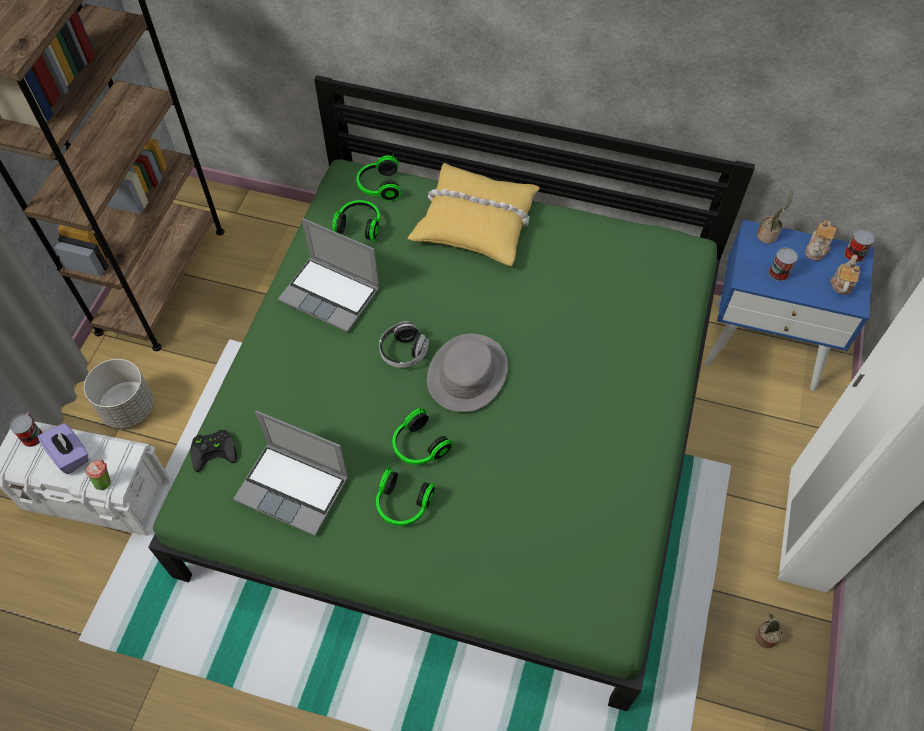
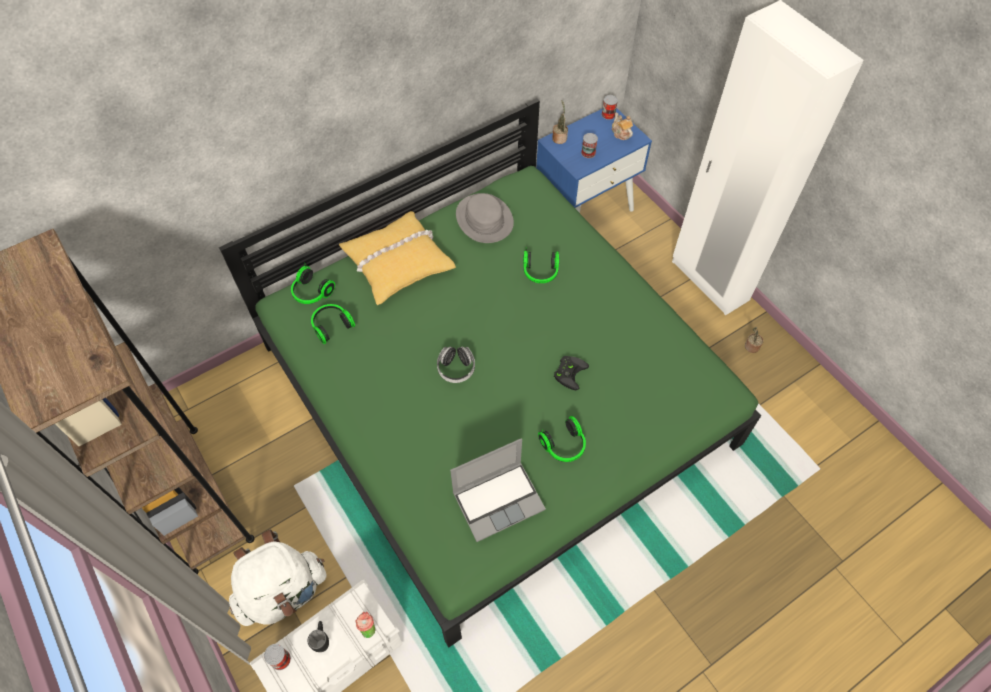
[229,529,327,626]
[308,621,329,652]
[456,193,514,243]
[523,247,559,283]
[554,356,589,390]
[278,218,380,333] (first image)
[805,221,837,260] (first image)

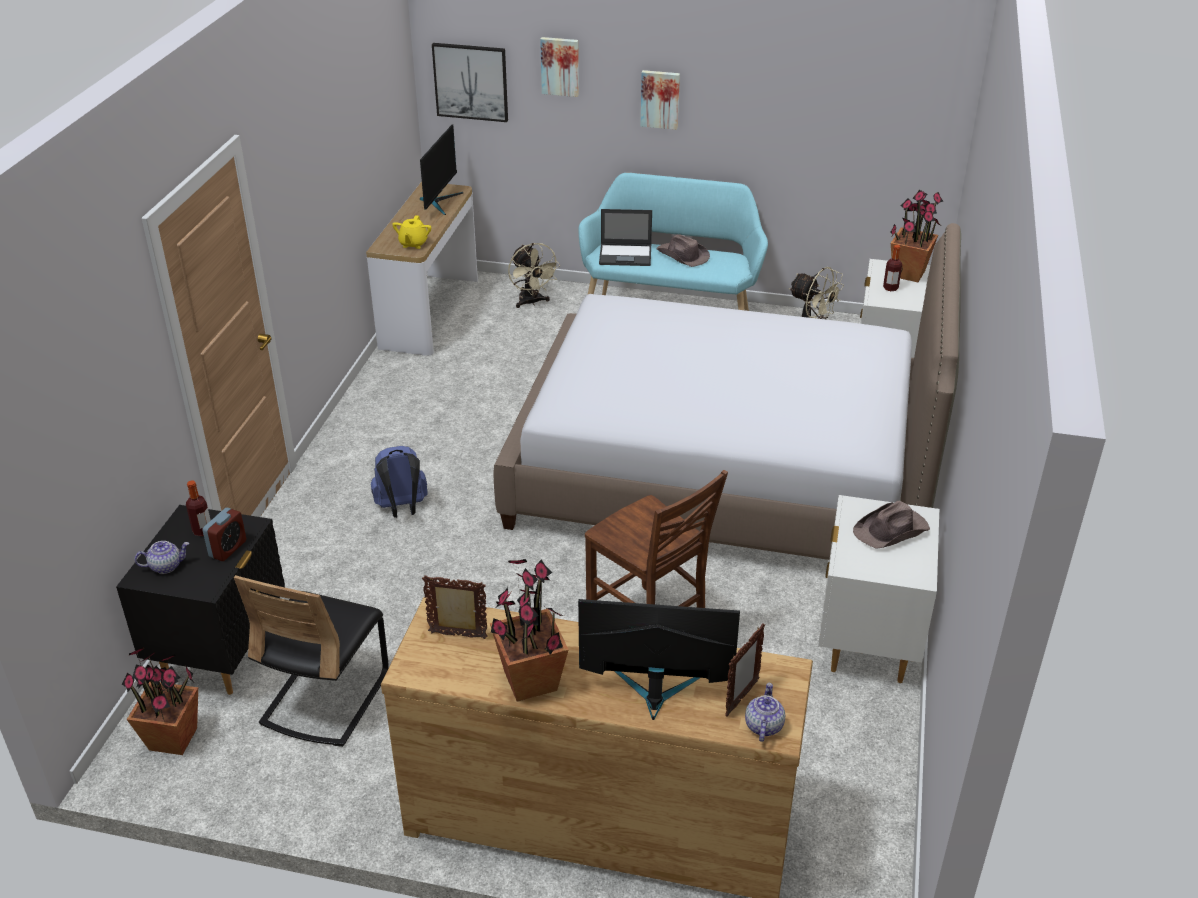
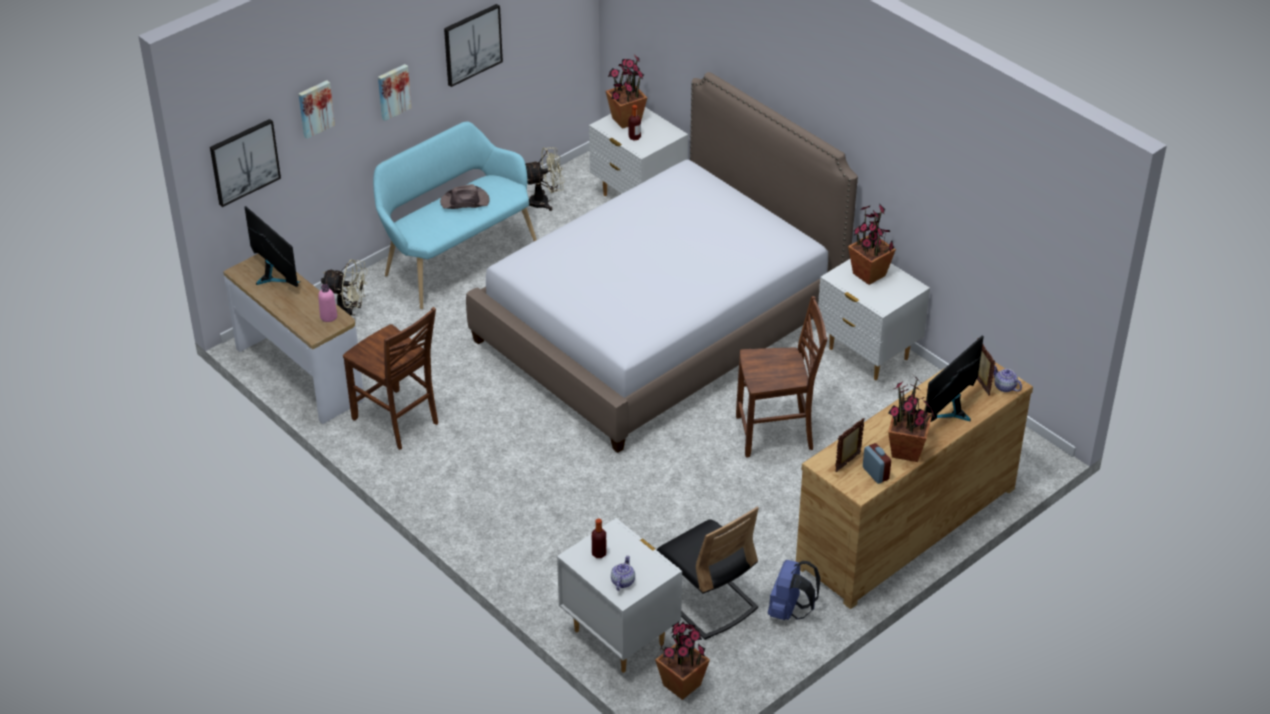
[318,284,337,322]
[343,307,438,450]
[444,4,503,87]
[557,518,682,673]
[768,560,821,620]
[848,204,896,285]
[863,443,891,484]
[599,209,652,266] (first image)

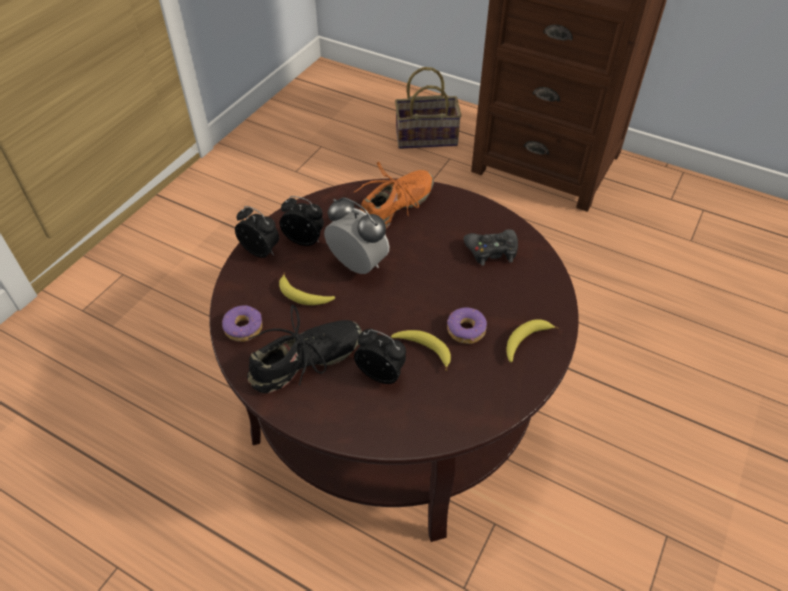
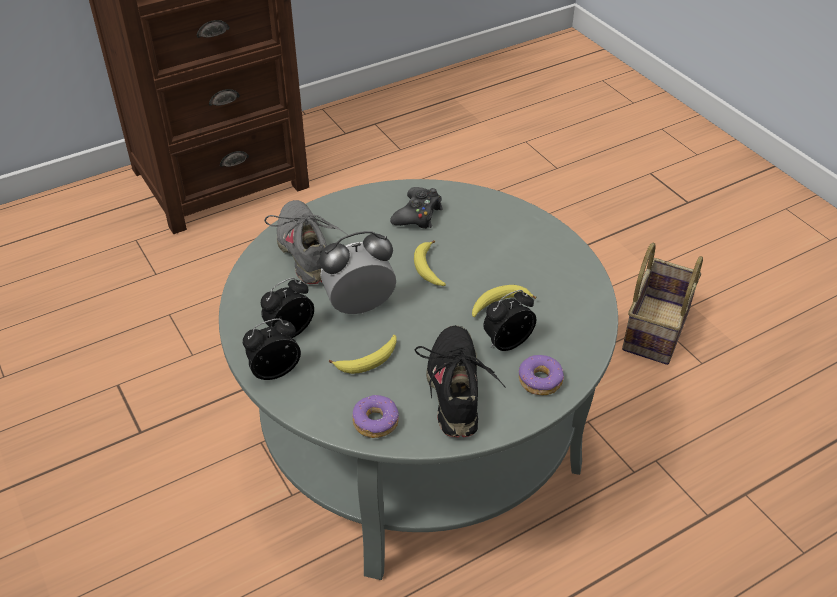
[219,179,618,580]
[264,200,348,284]
[414,240,446,286]
[519,355,564,395]
[622,243,703,365]

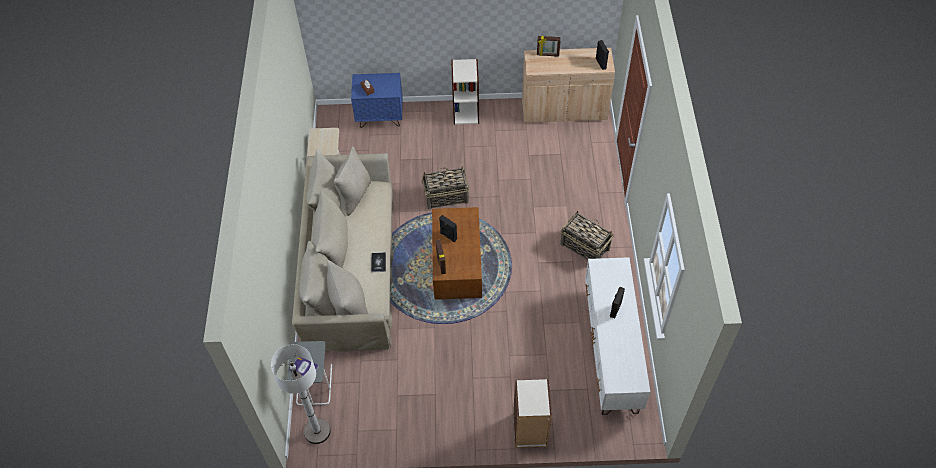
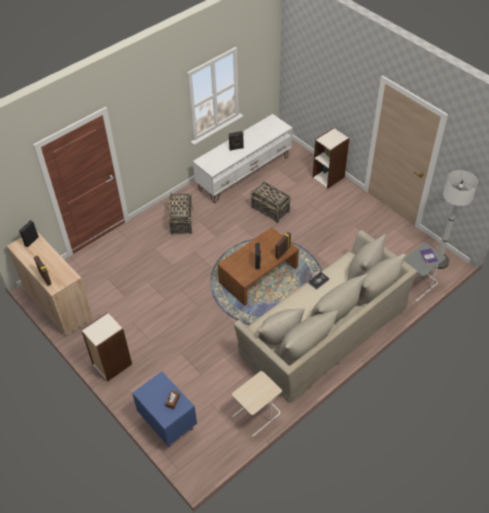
[250,182,291,223]

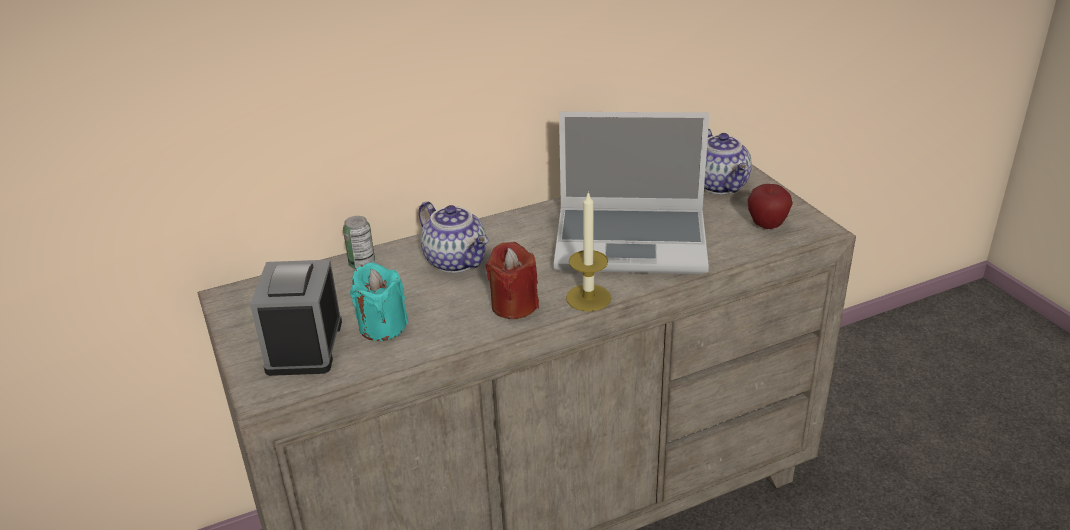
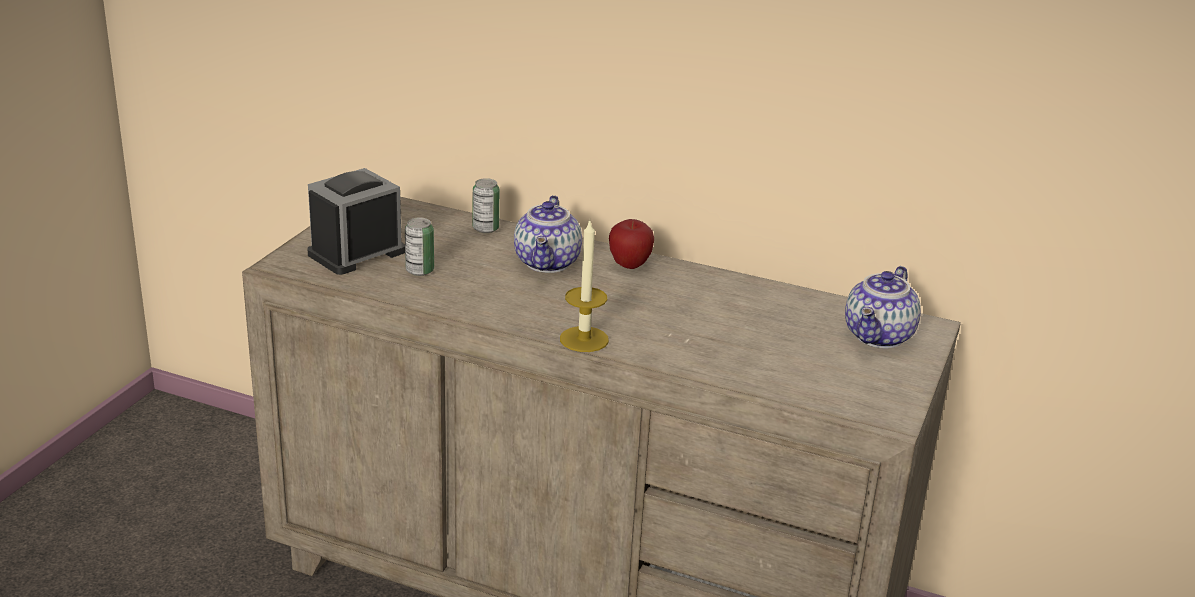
[405,217,434,276]
[609,219,654,269]
[486,242,539,319] (first image)
[554,112,709,274] (first image)

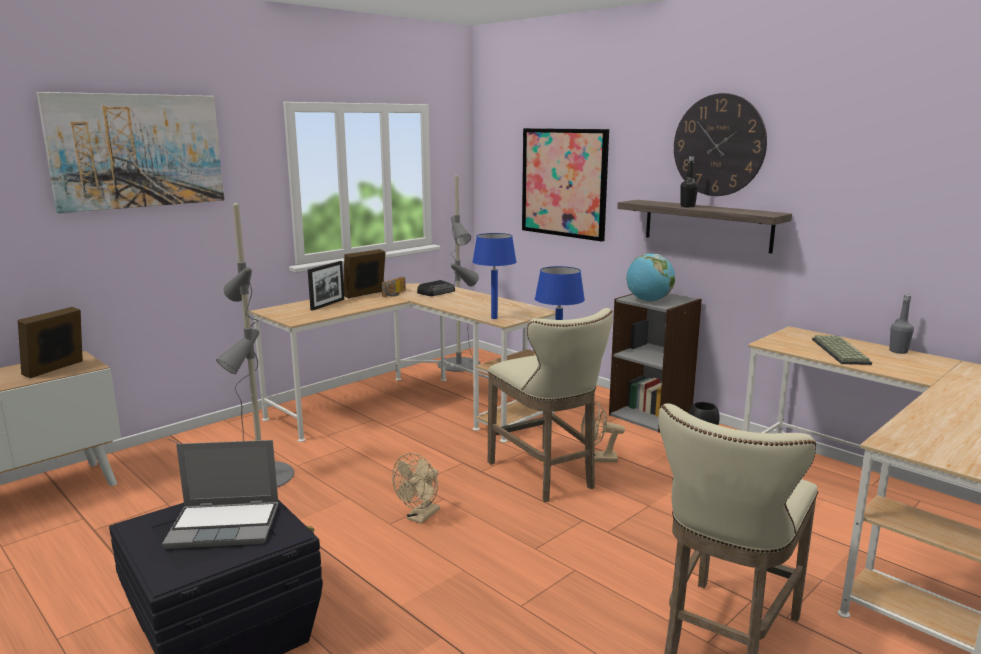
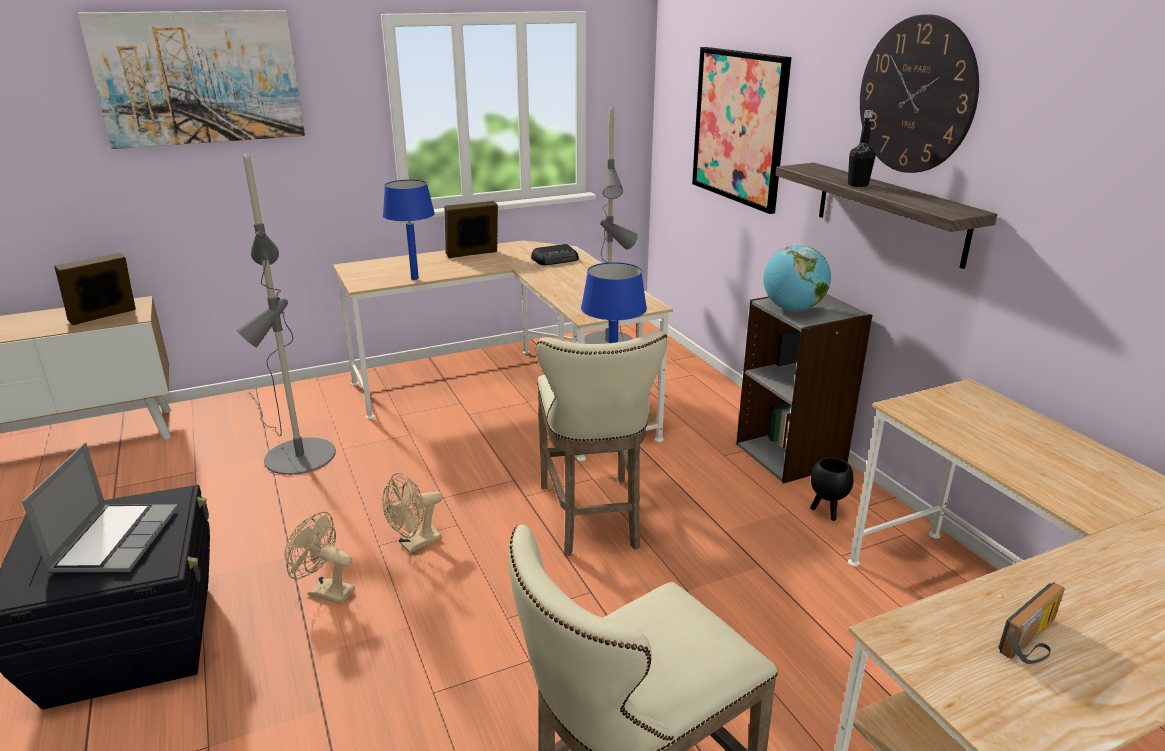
[22,442,178,572]
[284,511,355,604]
[383,180,435,280]
[998,582,1065,664]
[308,261,344,311] (first image)
[812,335,872,365] (first image)
[889,294,914,354] (first image)

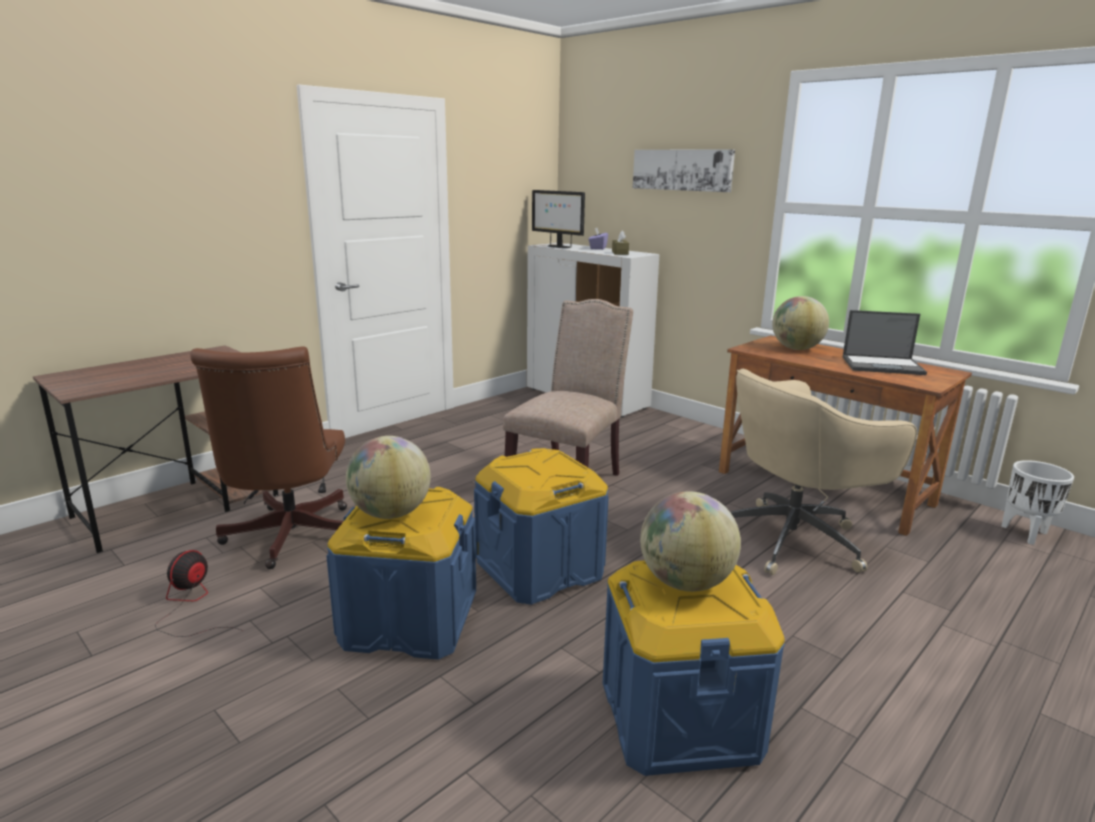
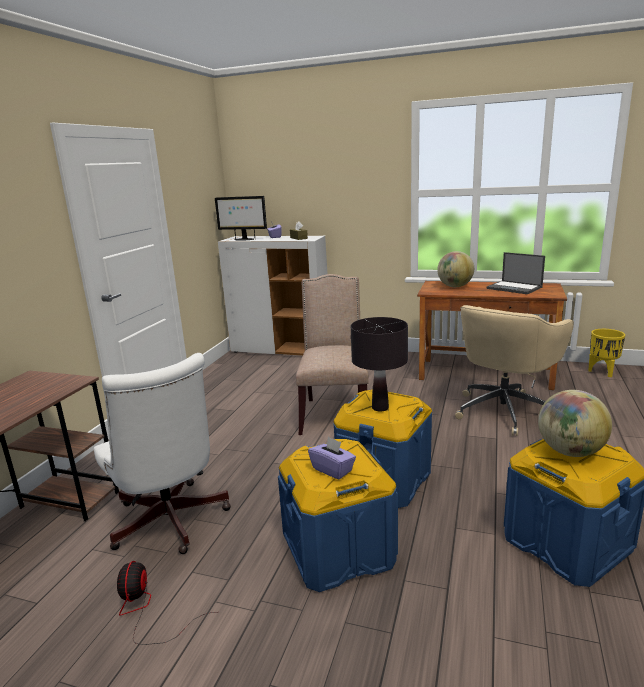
[94,353,231,554]
[308,437,356,480]
[351,317,408,412]
[486,252,545,294]
[588,329,625,377]
[633,149,735,192] (first image)

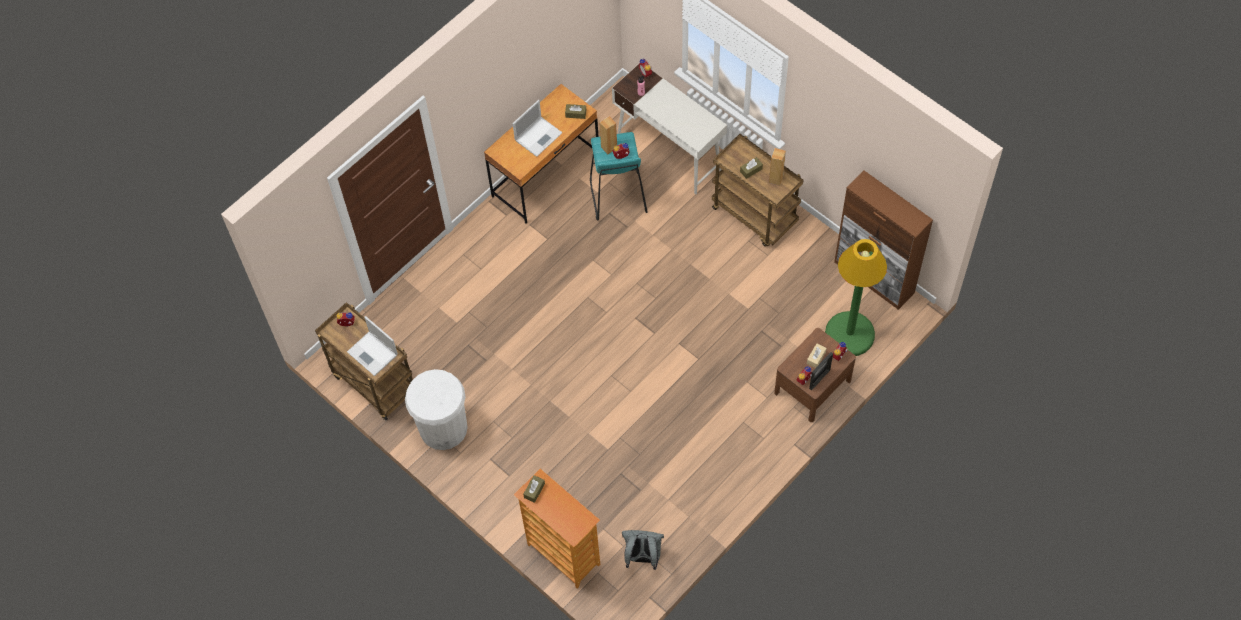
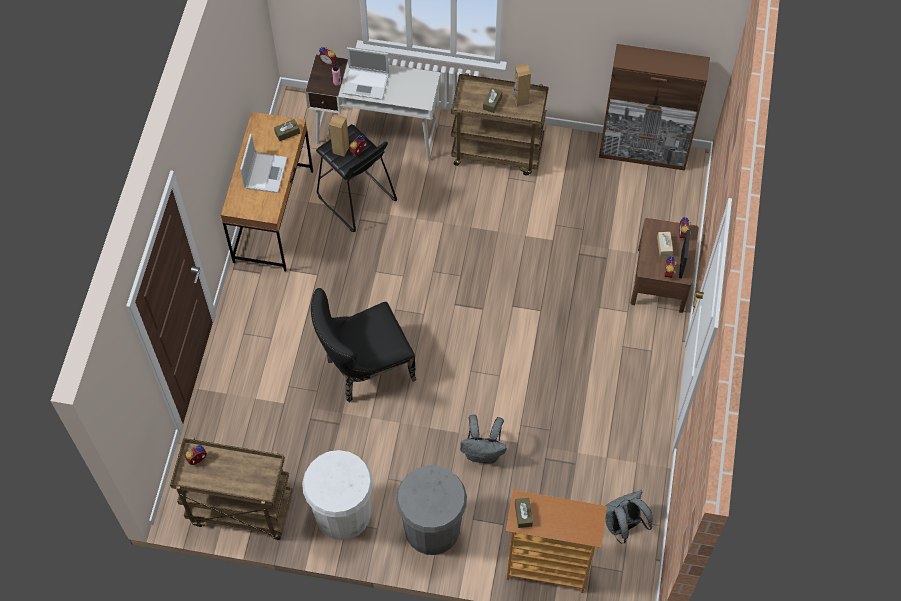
[311,288,416,402]
[316,124,397,232]
[342,47,389,100]
[396,465,467,555]
[460,415,507,464]
[825,239,887,356] (first image)

